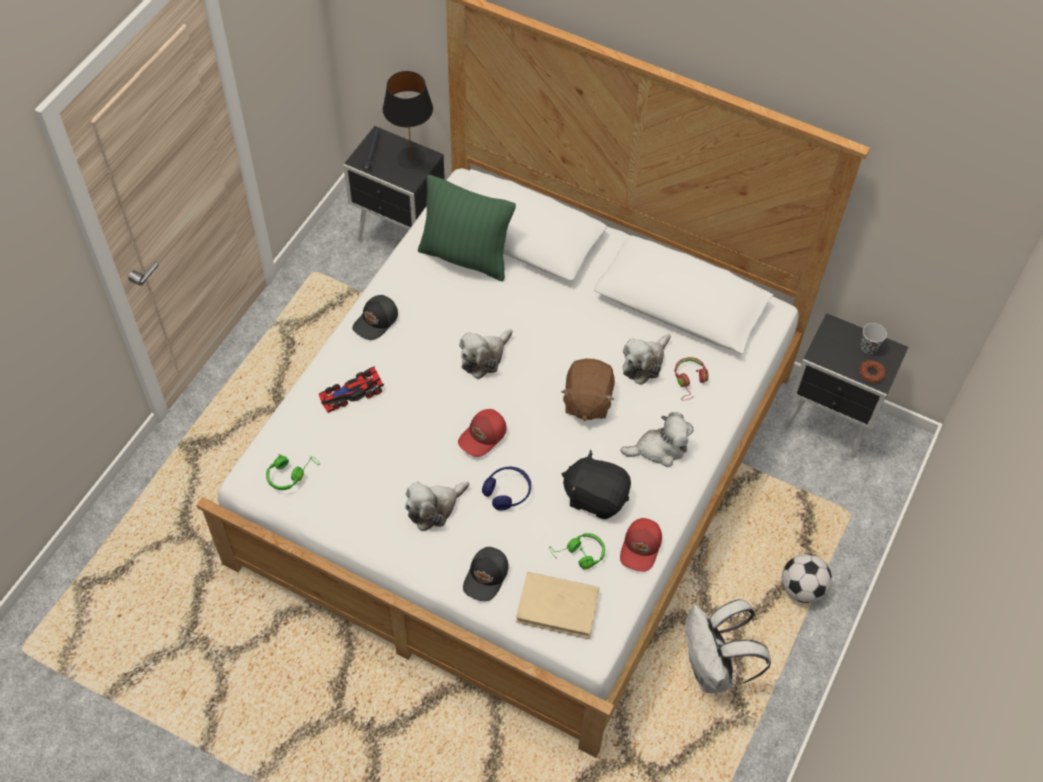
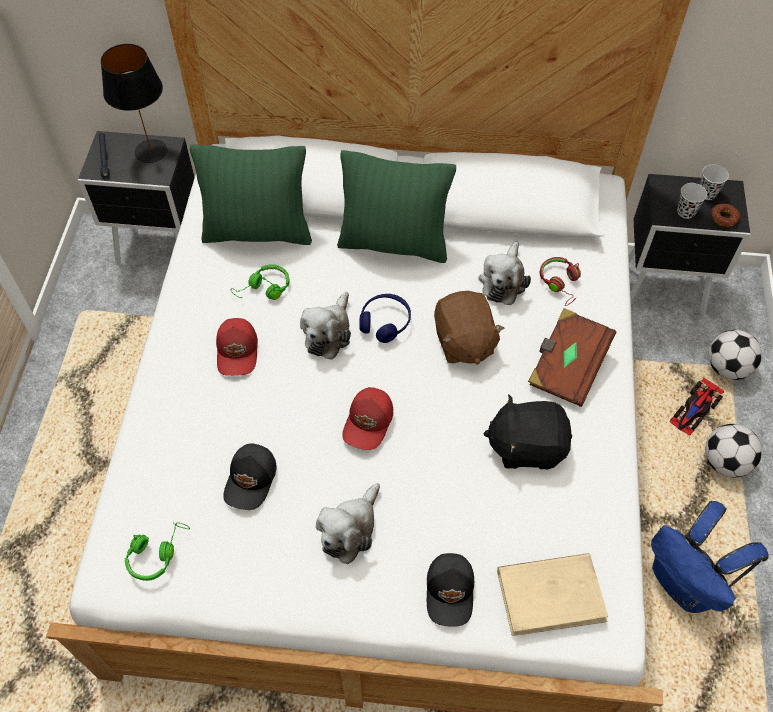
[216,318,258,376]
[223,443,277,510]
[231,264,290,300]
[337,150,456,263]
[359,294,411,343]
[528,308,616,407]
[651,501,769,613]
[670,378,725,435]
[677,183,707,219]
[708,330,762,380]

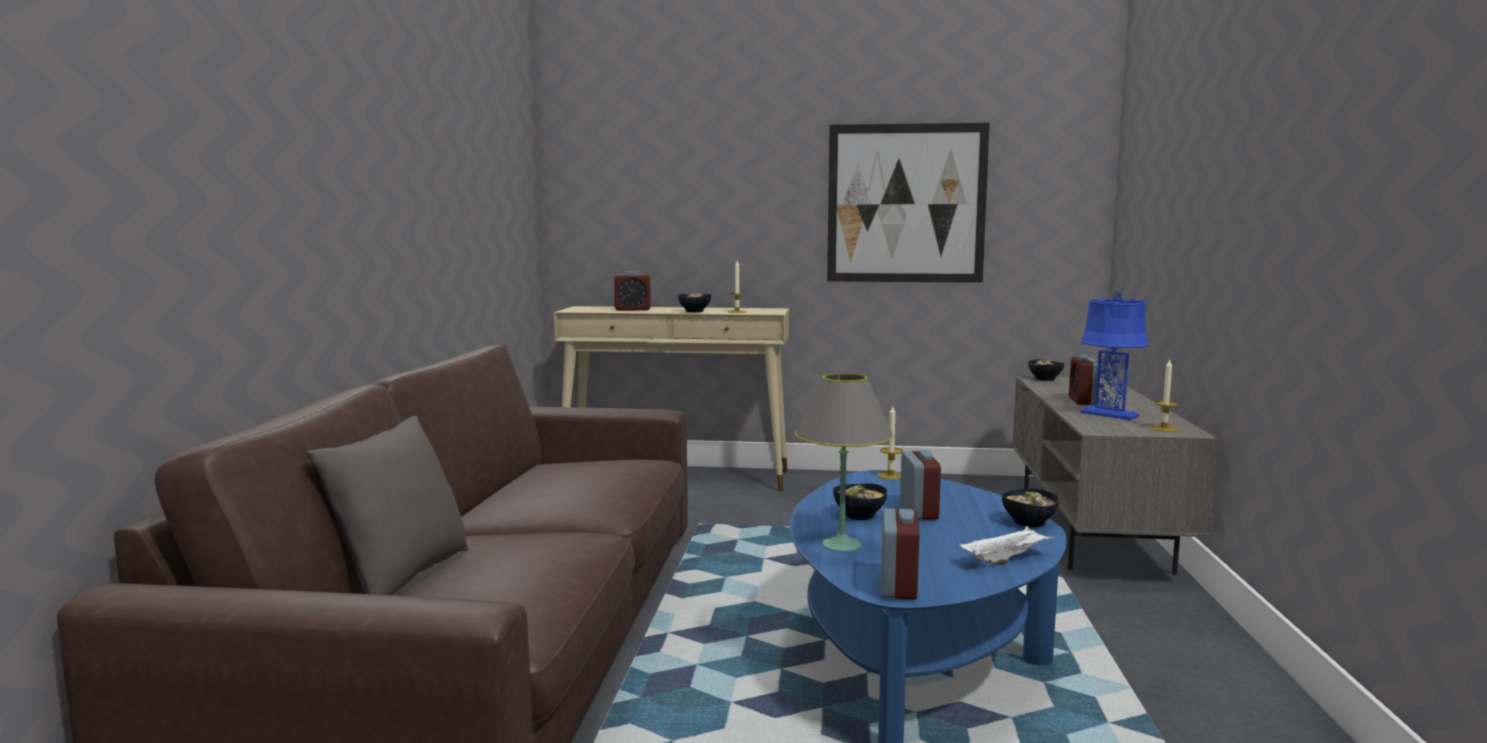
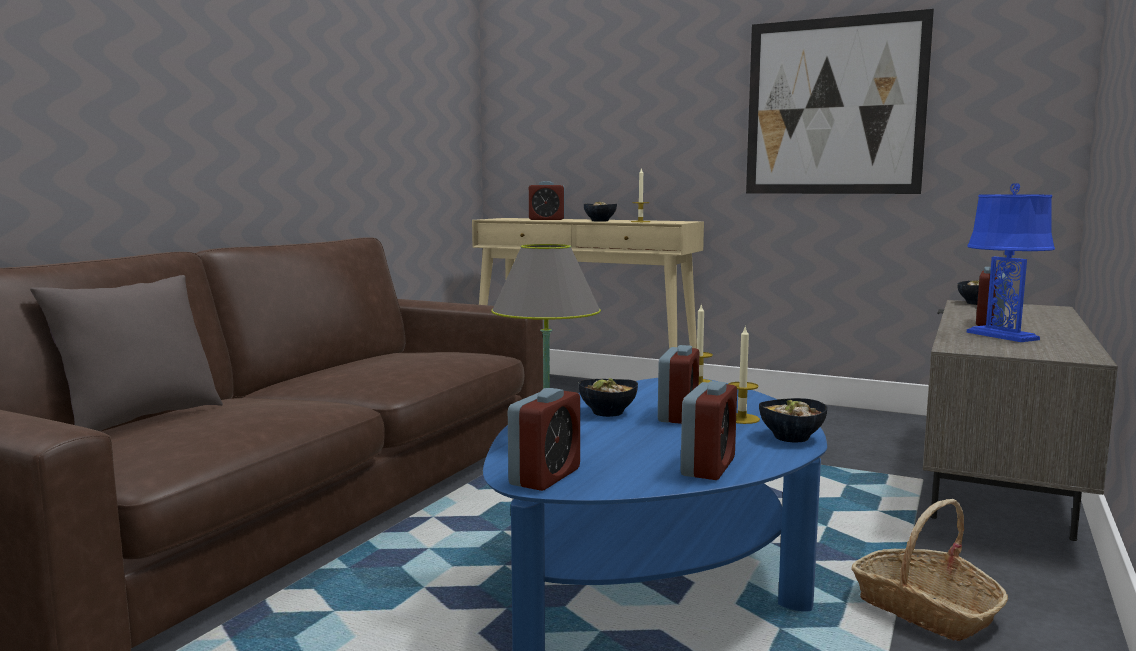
[681,381,737,480]
[728,325,760,424]
[851,499,1008,641]

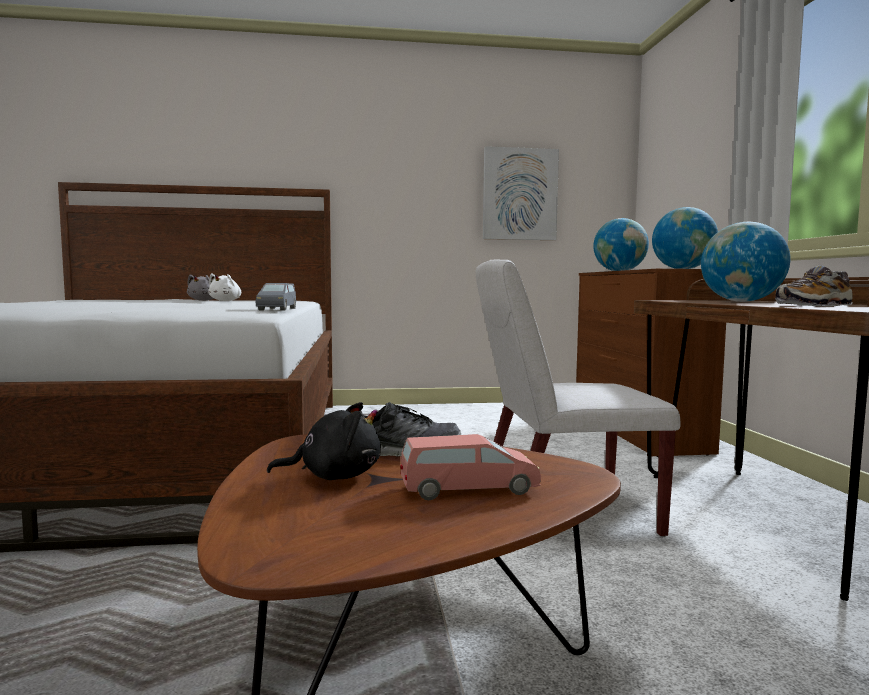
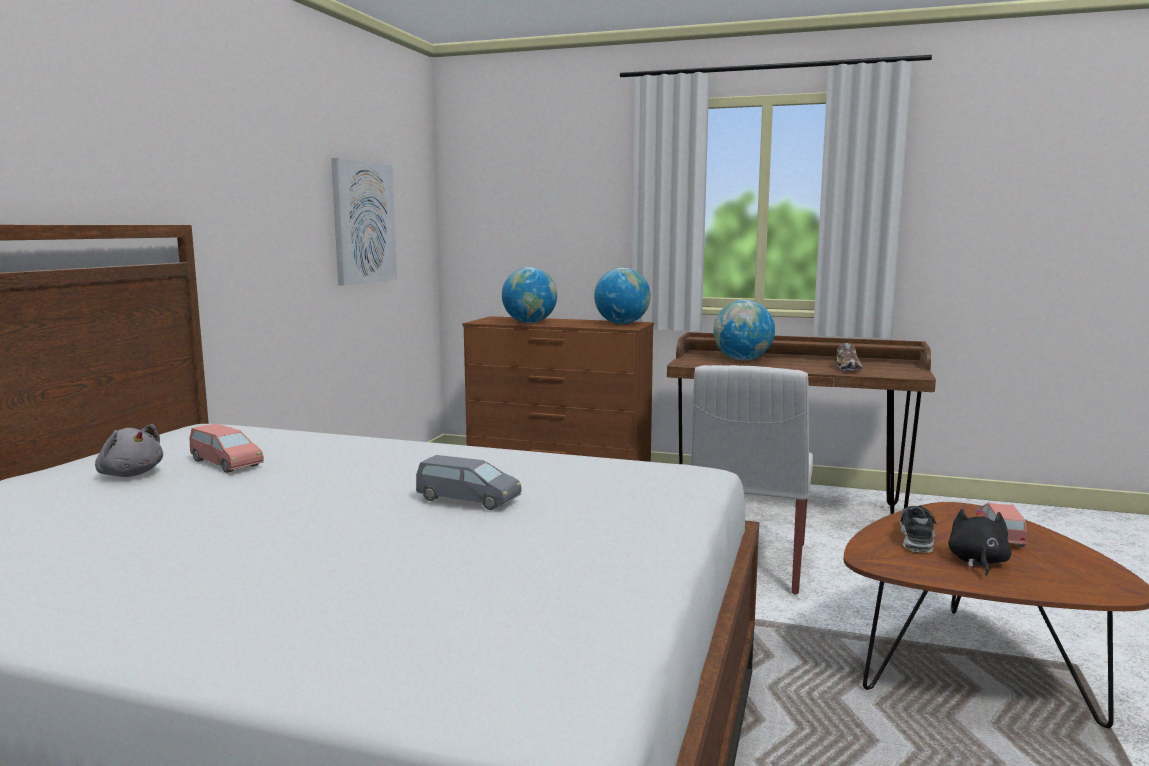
[190,423,264,473]
[416,455,522,510]

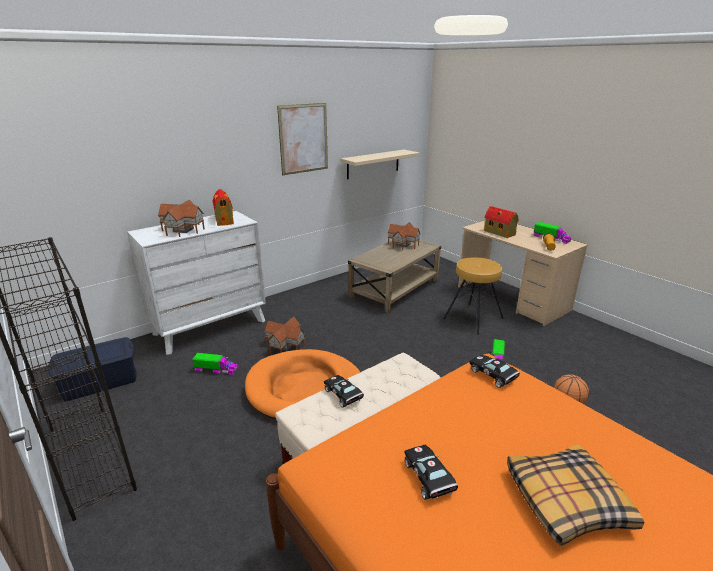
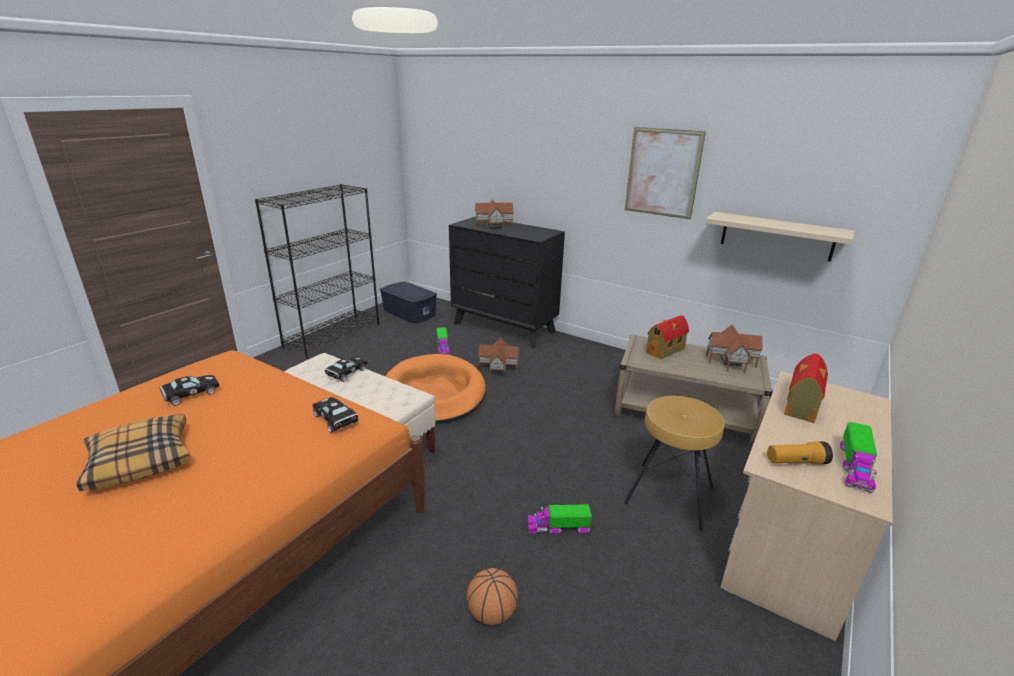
[313,397,358,433]
[449,216,565,348]
[646,315,689,359]

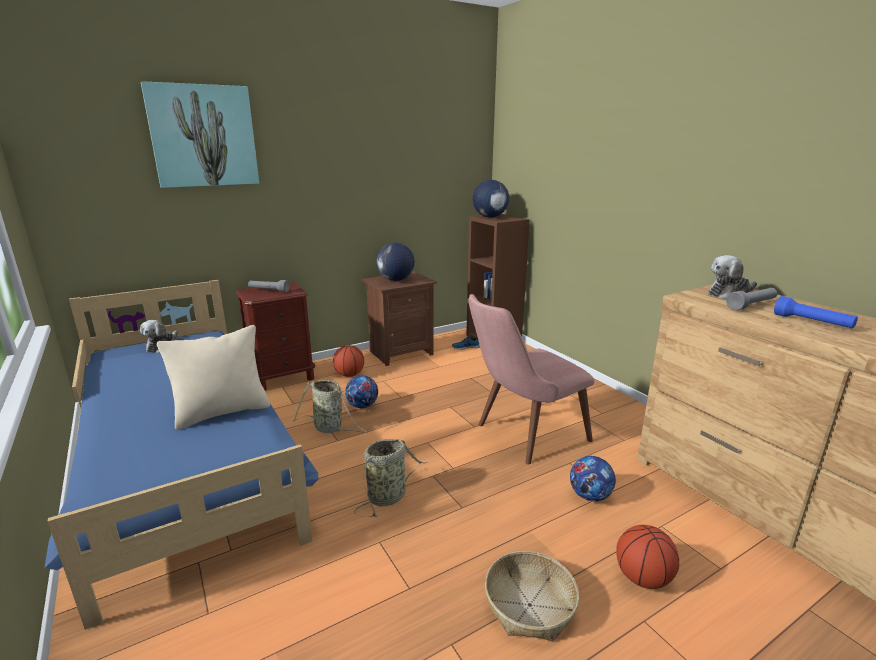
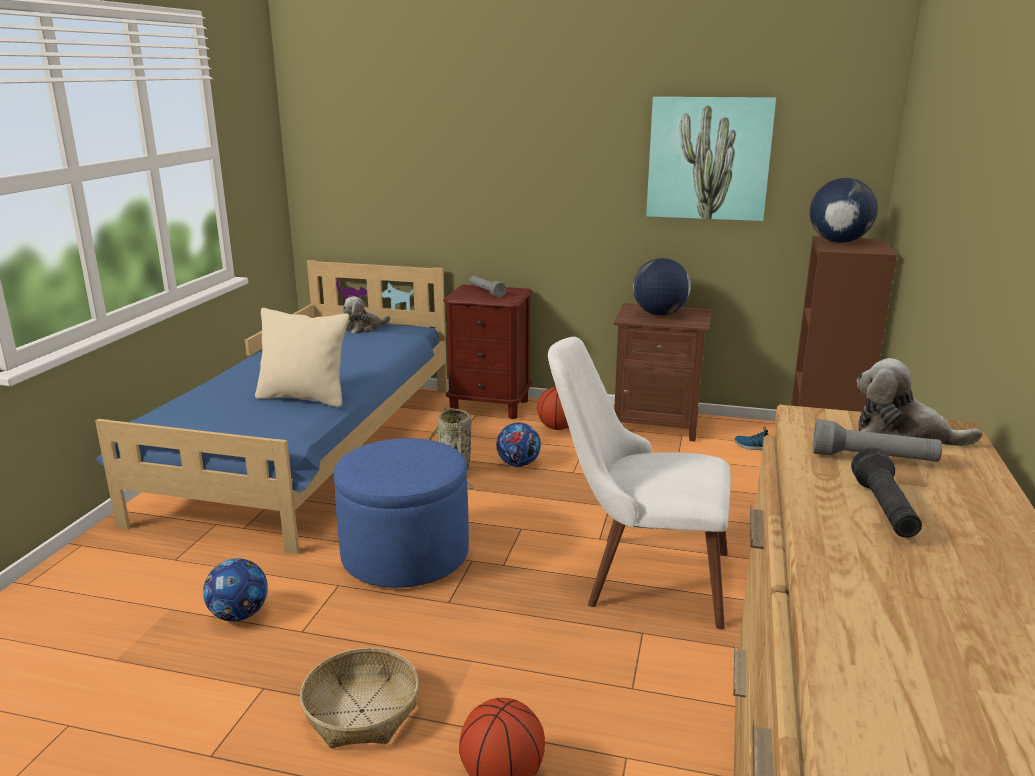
[203,559,268,622]
[333,438,469,588]
[548,337,731,630]
[646,97,776,221]
[851,448,922,538]

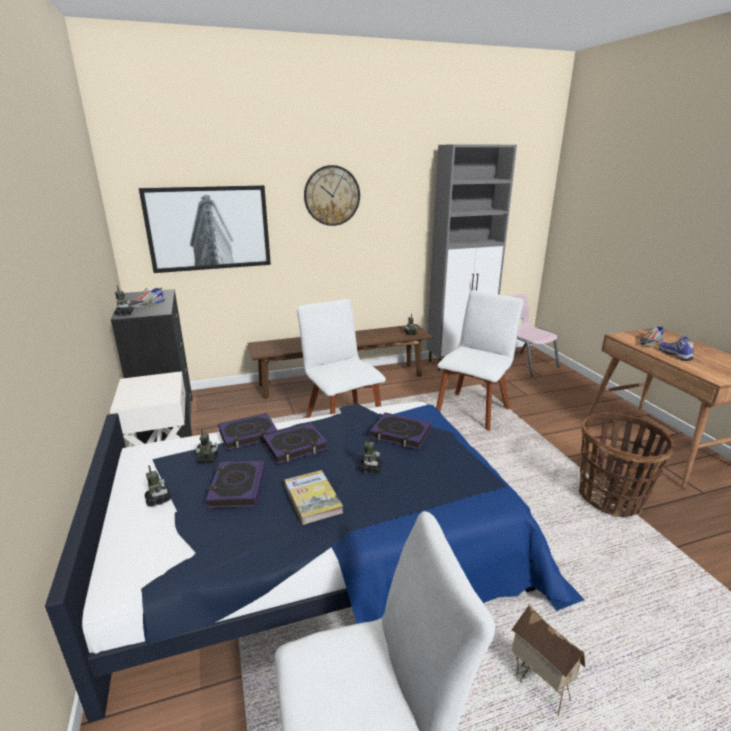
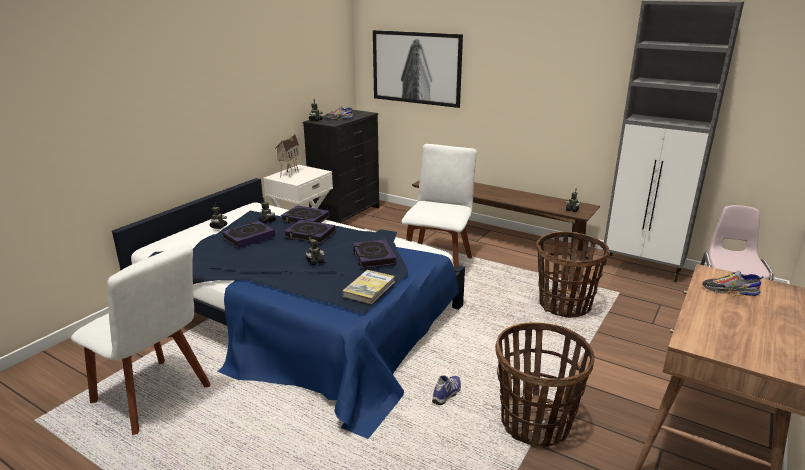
[275,134,299,178]
[343,270,395,304]
[432,375,461,405]
[537,232,609,318]
[304,165,360,226] (first image)

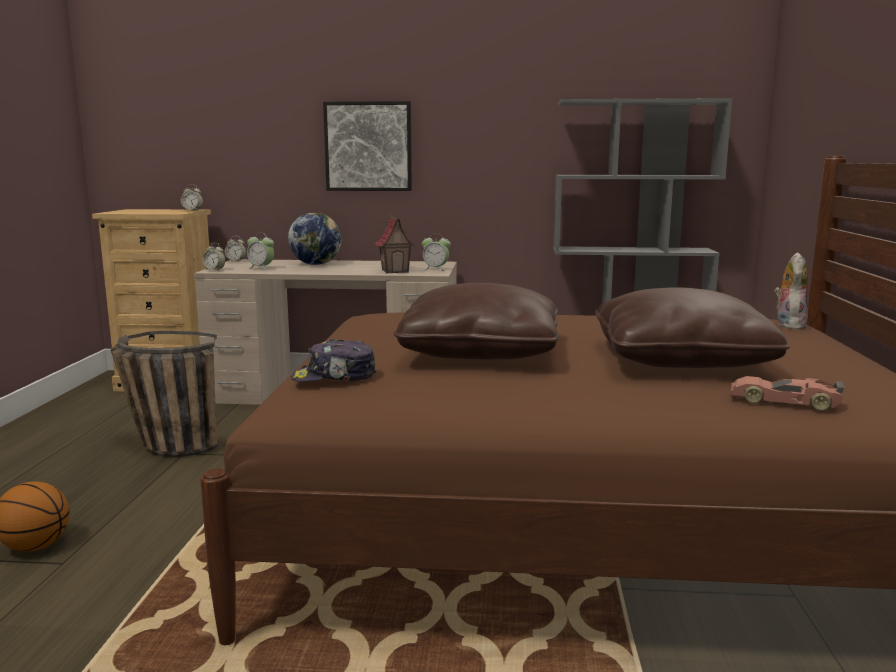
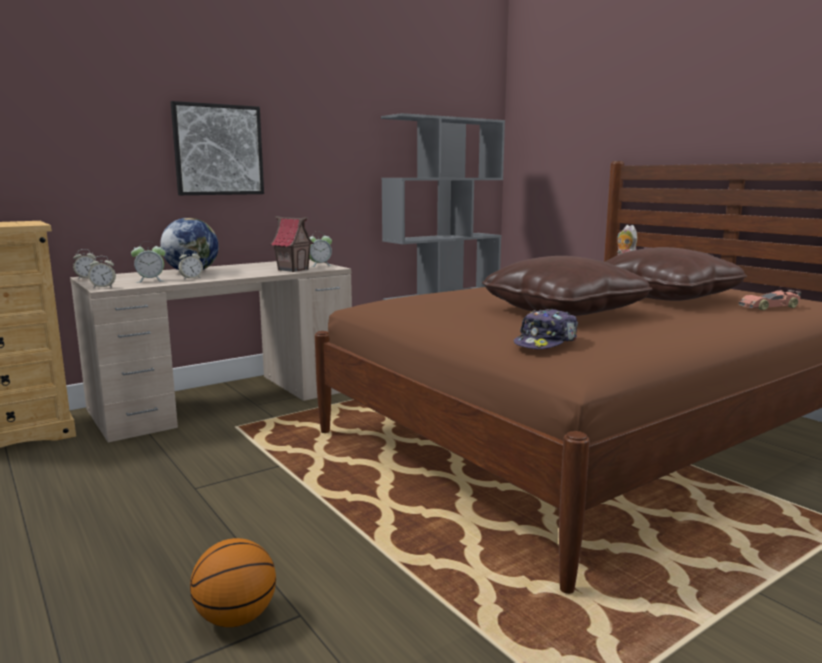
[178,250,203,280]
[110,331,218,457] (first image)

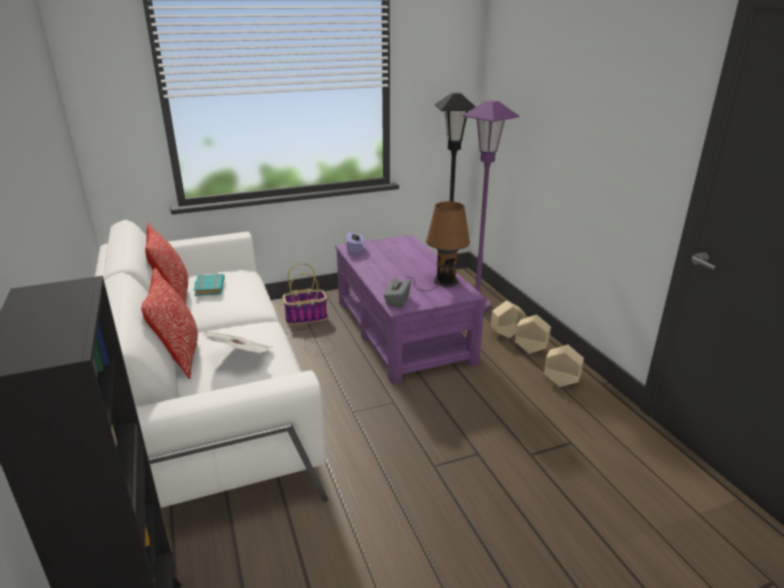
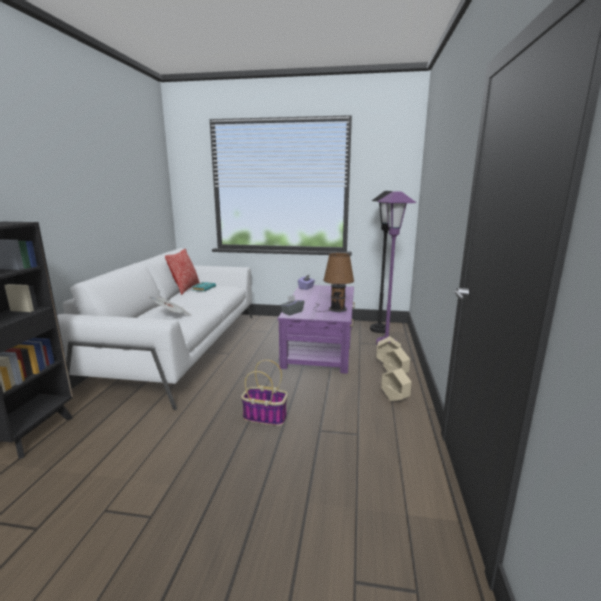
[241,360,288,426]
[141,268,198,379] (first image)

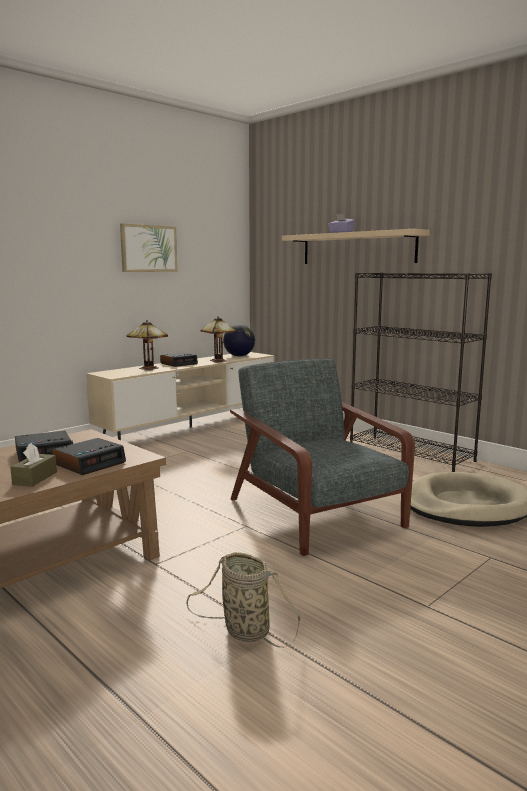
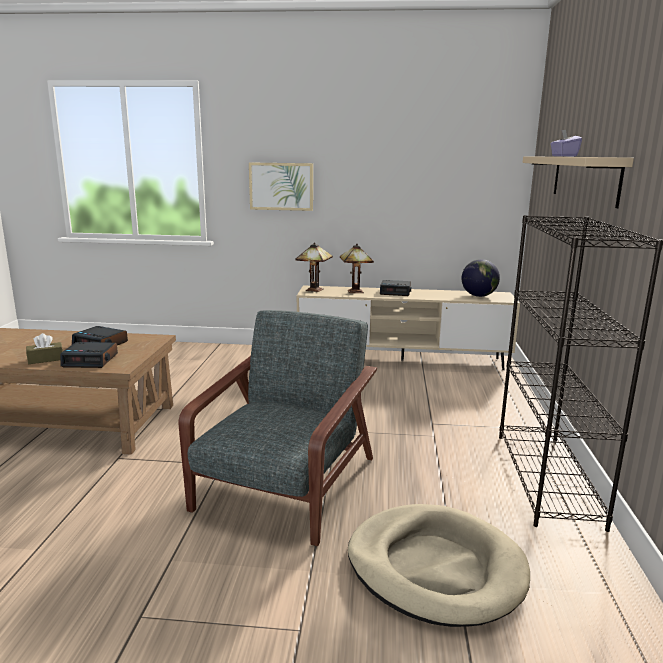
[249,162,313,211]
[296,242,333,292]
[186,552,301,648] (first image)

